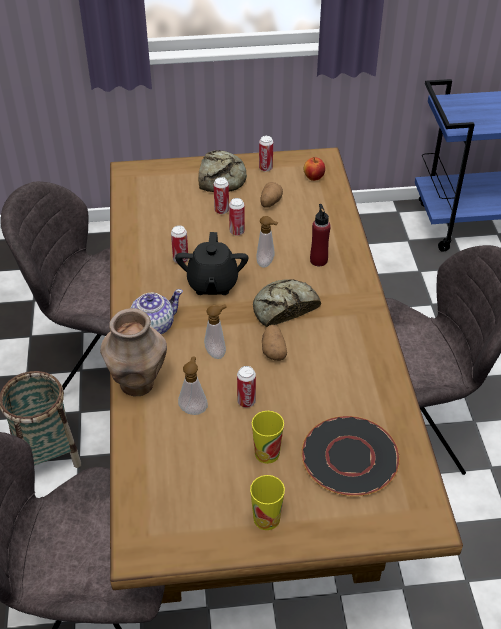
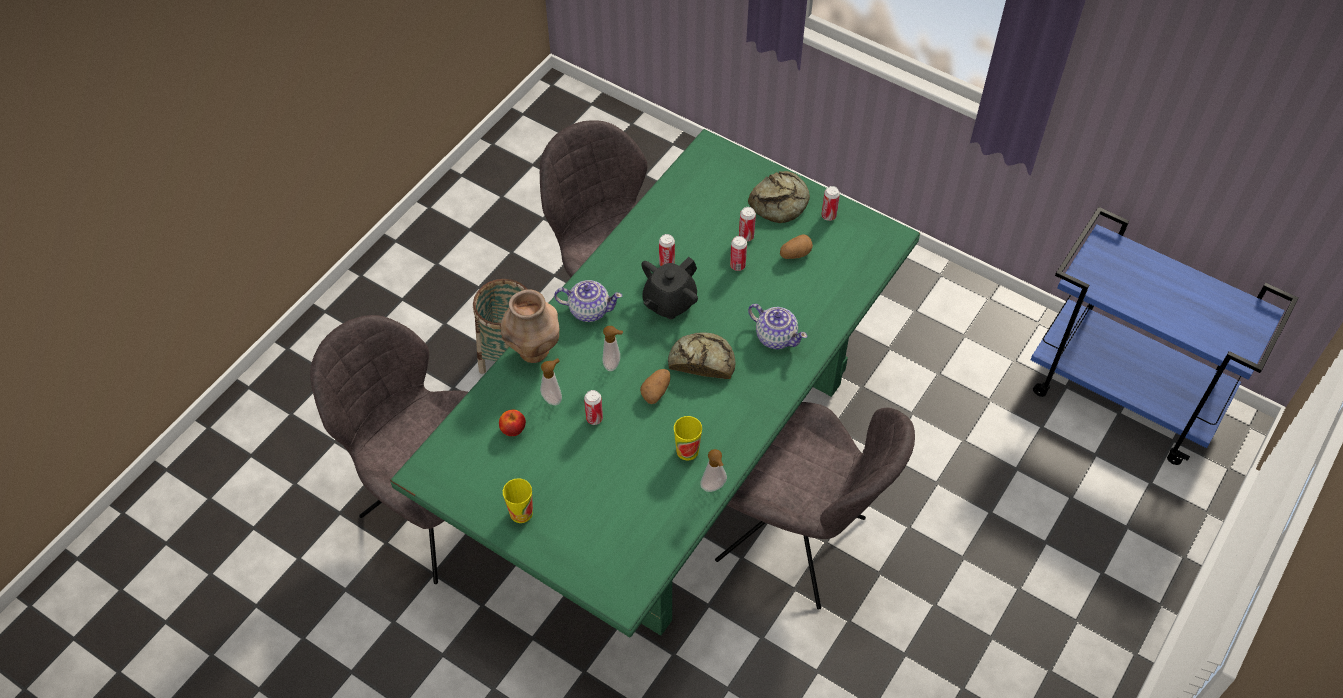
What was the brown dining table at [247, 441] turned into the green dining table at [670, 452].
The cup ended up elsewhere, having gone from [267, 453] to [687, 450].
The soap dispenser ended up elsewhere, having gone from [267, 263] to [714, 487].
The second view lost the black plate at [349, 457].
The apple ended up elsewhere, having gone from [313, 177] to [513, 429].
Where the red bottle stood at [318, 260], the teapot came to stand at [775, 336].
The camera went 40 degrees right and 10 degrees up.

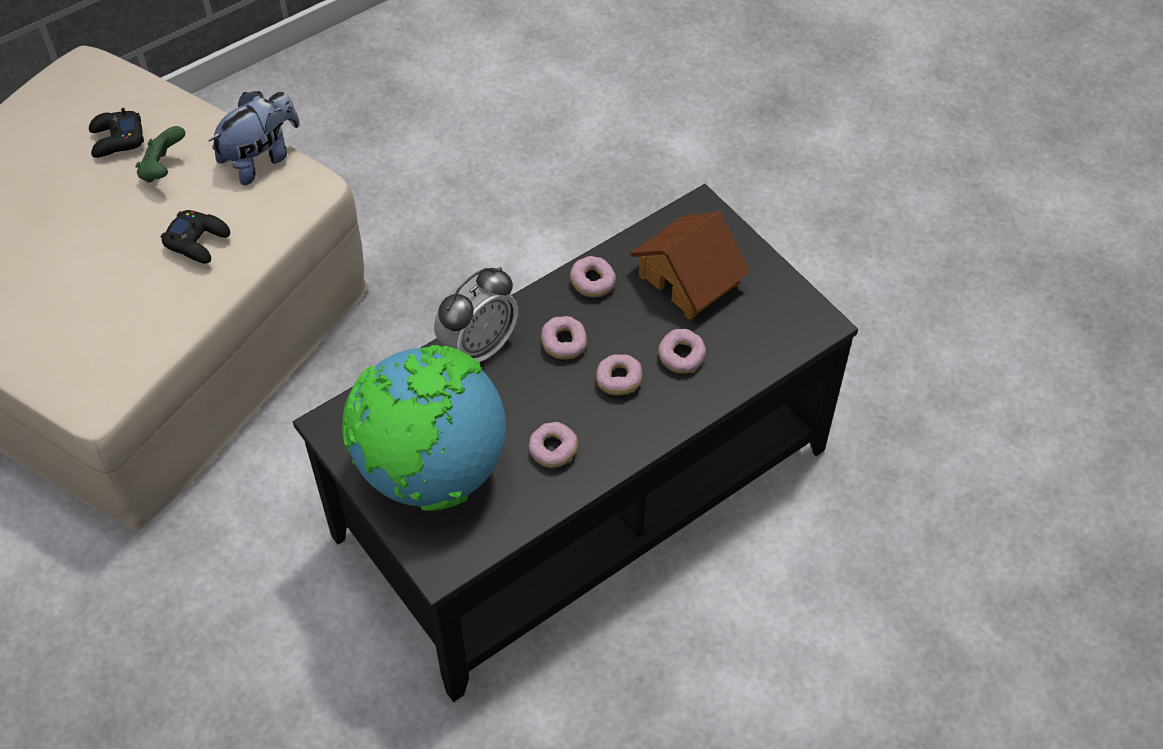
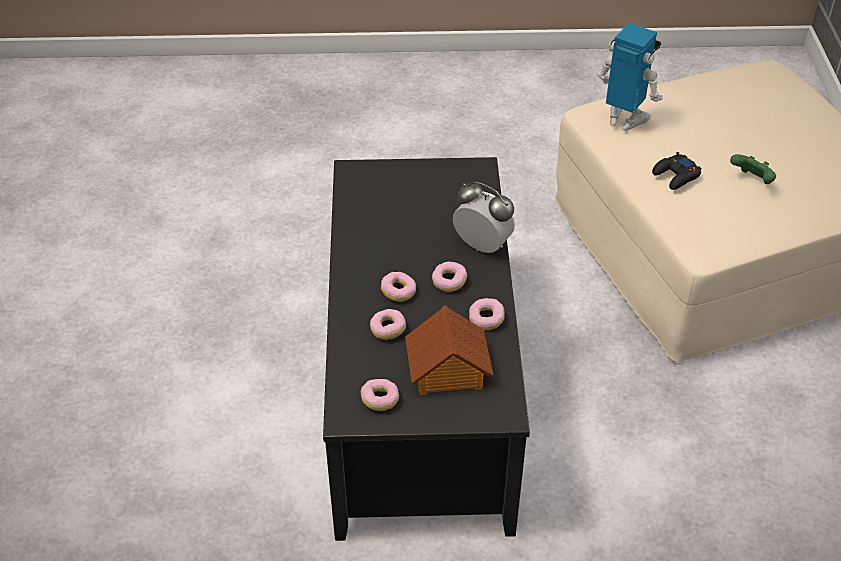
The second view lost the black game controller at [116, 139].
The second view lost the plush toy at [261, 158].
The second view lost the globe at [431, 471].
The alarm clock at [478, 346] ended up facing another way, 135 degrees clockwise from before.
The donut ended up elsewhere, having gone from [553, 451] to [380, 400].
The second view gained the toy robot at [624, 120].
The camera went 125 degrees right and 10 degrees down.

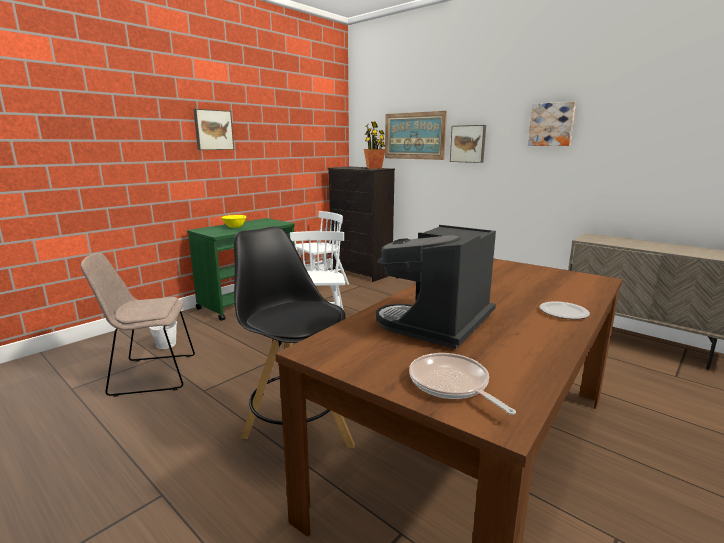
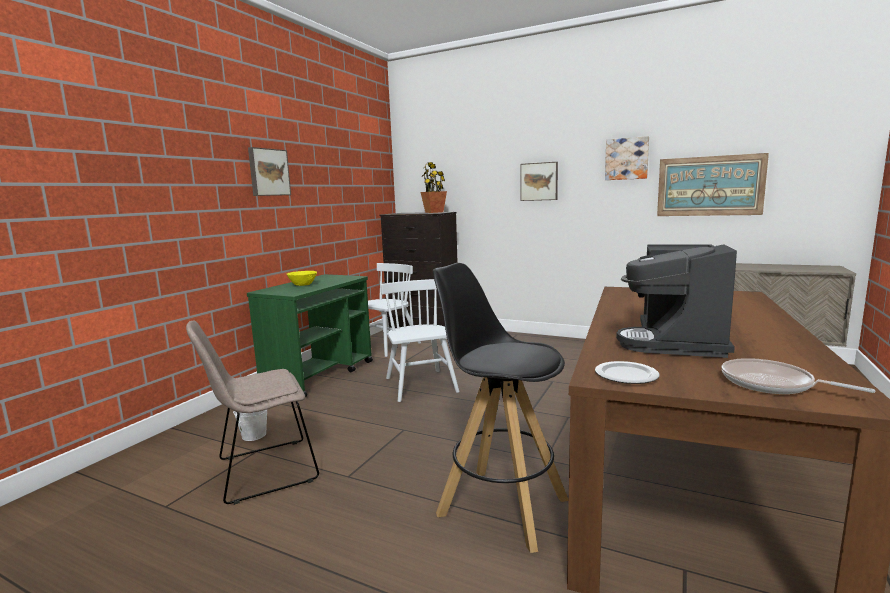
The picture ended up elsewhere, having gone from [414, 136] to [709, 186].
The plate ended up elsewhere, having gone from [562, 312] to [625, 375].
The camera went 15 degrees left and 5 degrees down.

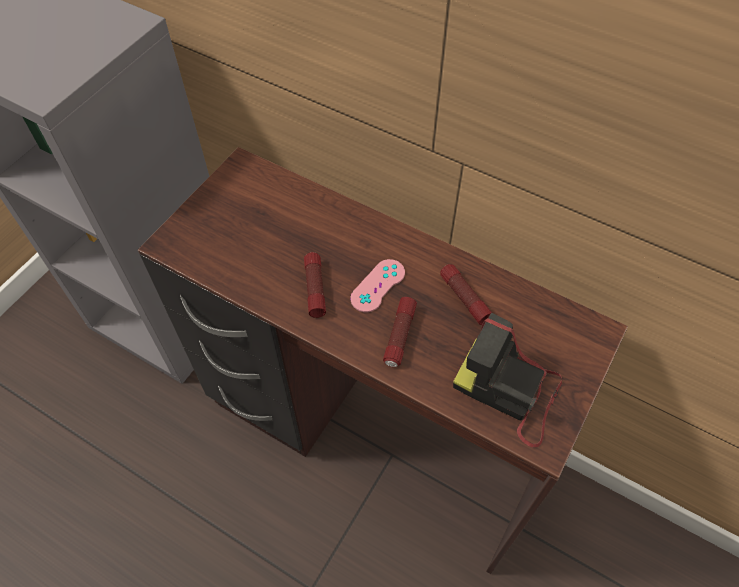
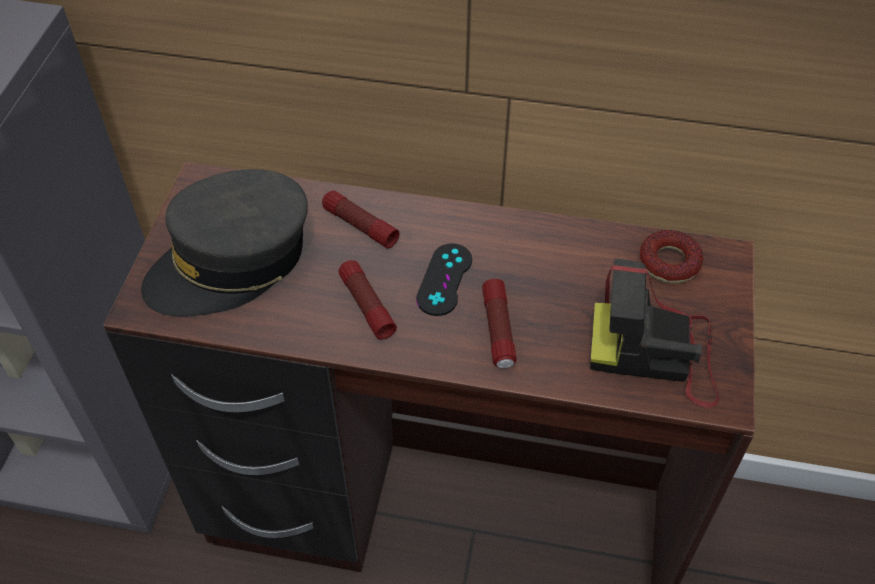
What was the pink game controller at [378, 286] turned into the black game controller at [444, 279].
The flashlight ended up elsewhere, having gone from [464, 298] to [360, 226].
The second view gained the grey cap at [231, 262].
The second view gained the donut at [669, 262].
The camera went 20 degrees left and 5 degrees down.

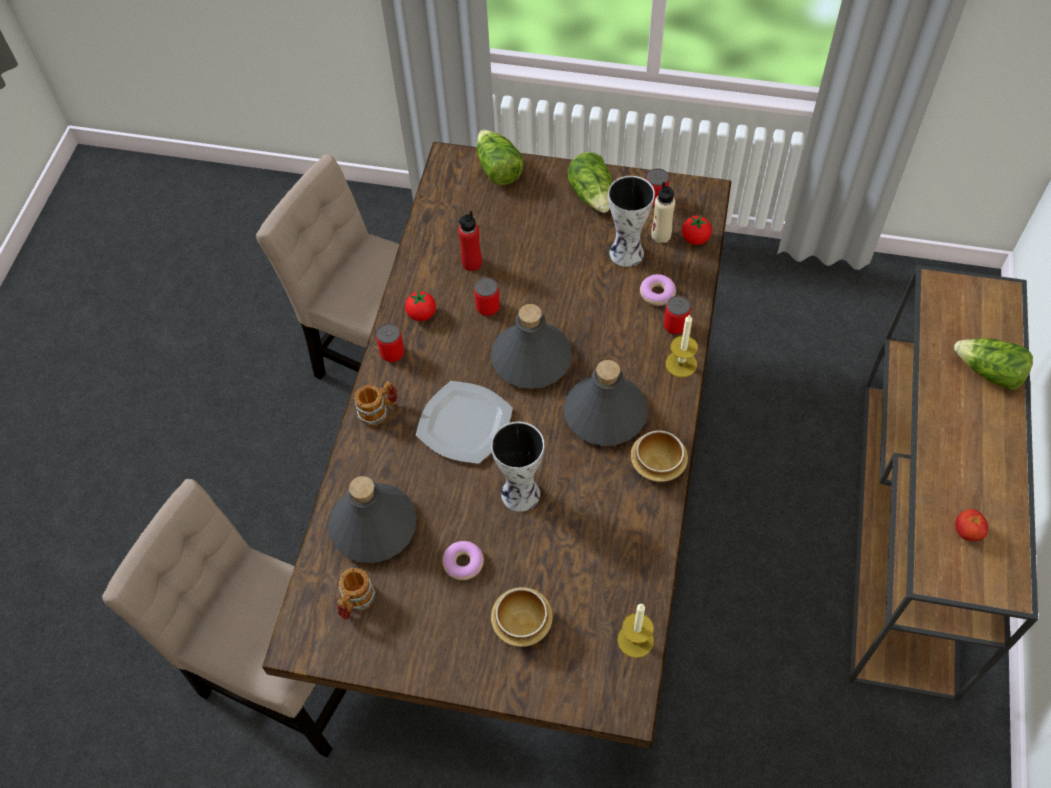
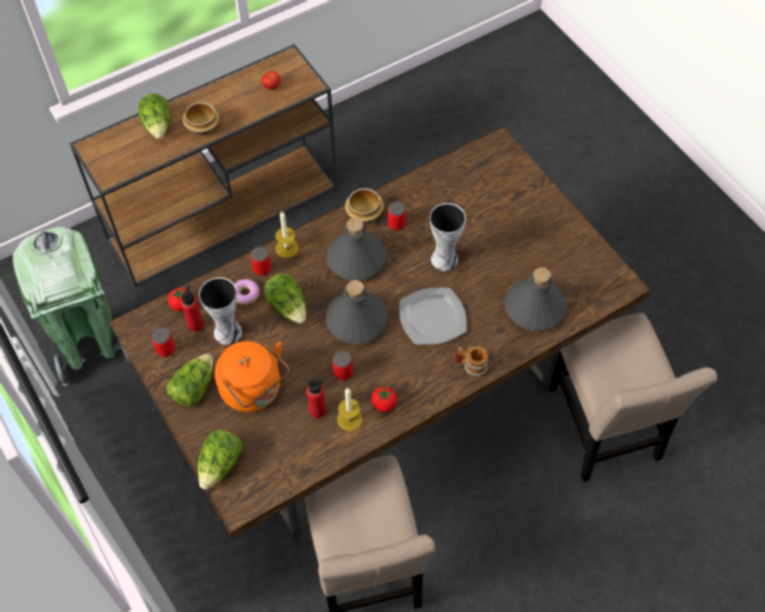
The second view lost the mug at [355, 602].
The can ended up elsewhere, having gone from [392, 353] to [396, 224].
The second view lost the donut at [463, 563].
The bowl ended up elsewhere, having gone from [523, 624] to [202, 127].
The candle ended up elsewhere, having gone from [635, 640] to [349, 419].
What was the beige bottle at [661, 235] turned into the red bottle at [195, 324].
The second view gained the green trash can at [90, 345].
The second view gained the orange kettle at [254, 391].
The second view gained the lettuce at [288, 306].
The camera went 135 degrees left and 0 degrees up.

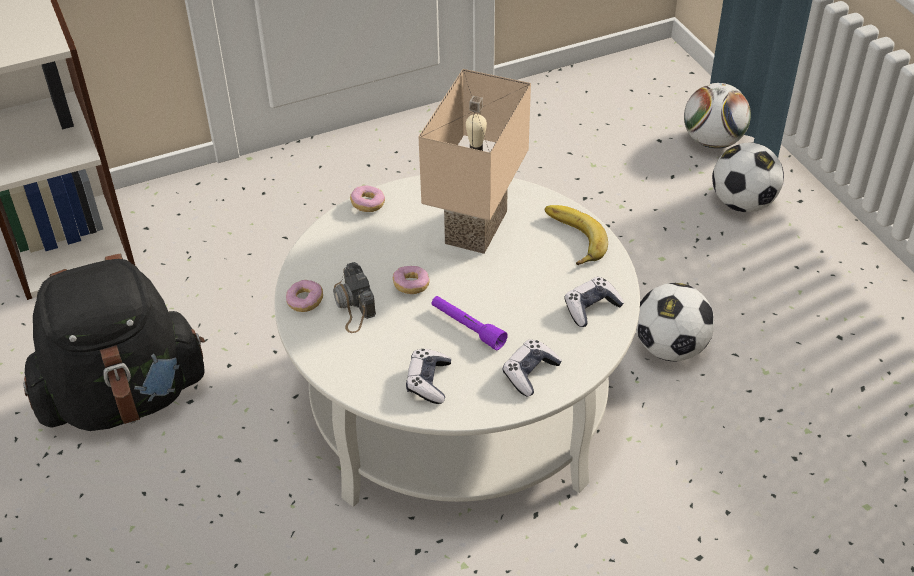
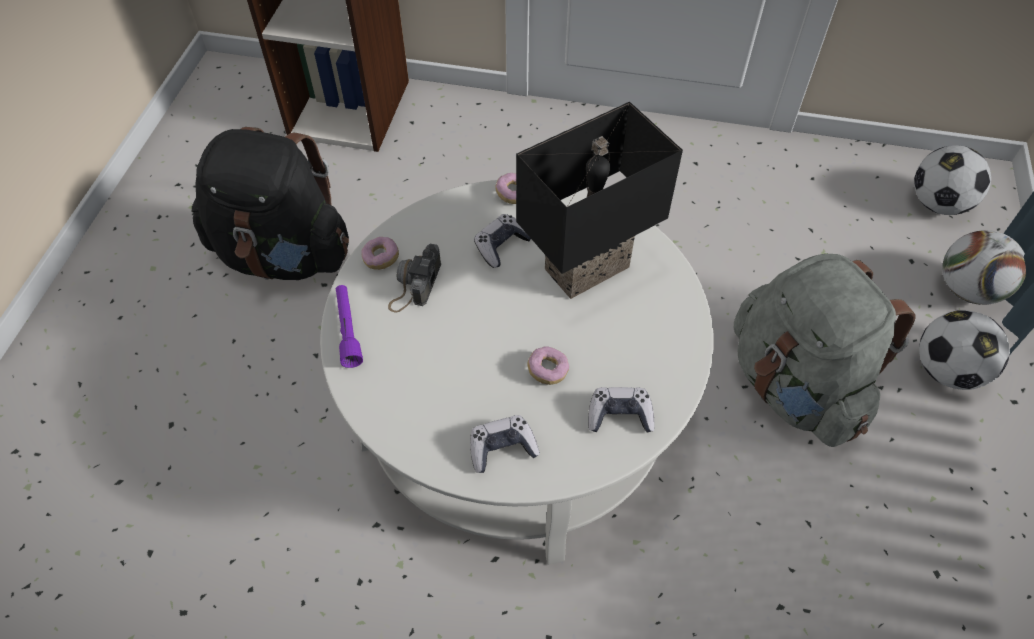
The donut ended up elsewhere, having gone from [411, 285] to [548, 370].
The game controller ended up elsewhere, having gone from [428, 382] to [501, 246].
What was the beige table lamp at [479, 229] turned into the black table lamp at [588, 271].
The purple flashlight ended up elsewhere, having gone from [467, 327] to [348, 330].
The second view lost the banana at [570, 239].
The football ended up elsewhere, having gone from [670, 348] to [938, 204].
The second view gained the grey backpack at [794, 386].
The camera went 35 degrees right and 10 degrees up.

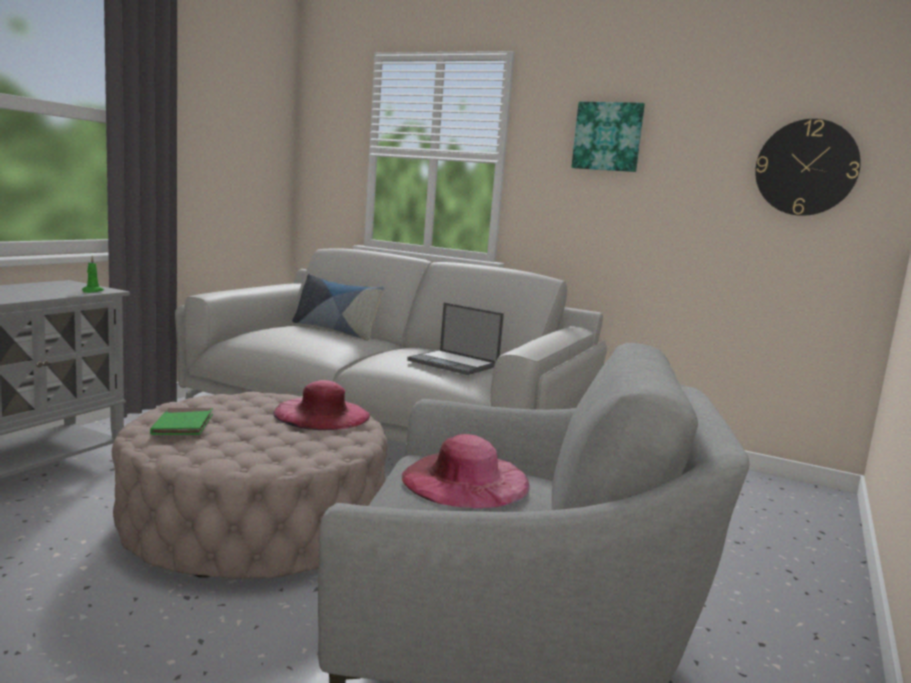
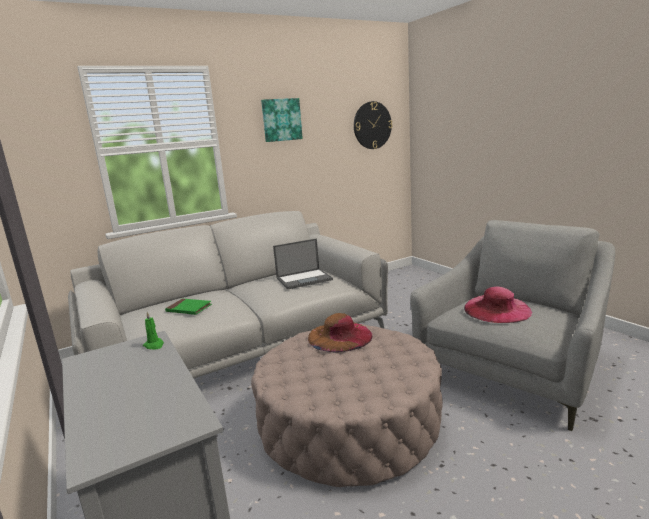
The green book ended up elsewhere, having gone from [183, 425] to [189, 309].
What was the pink hat at [322, 414] turned into the brown hat at [339, 336].
The second view lost the pillow at [335, 330].
The camera went 55 degrees left and 5 degrees up.

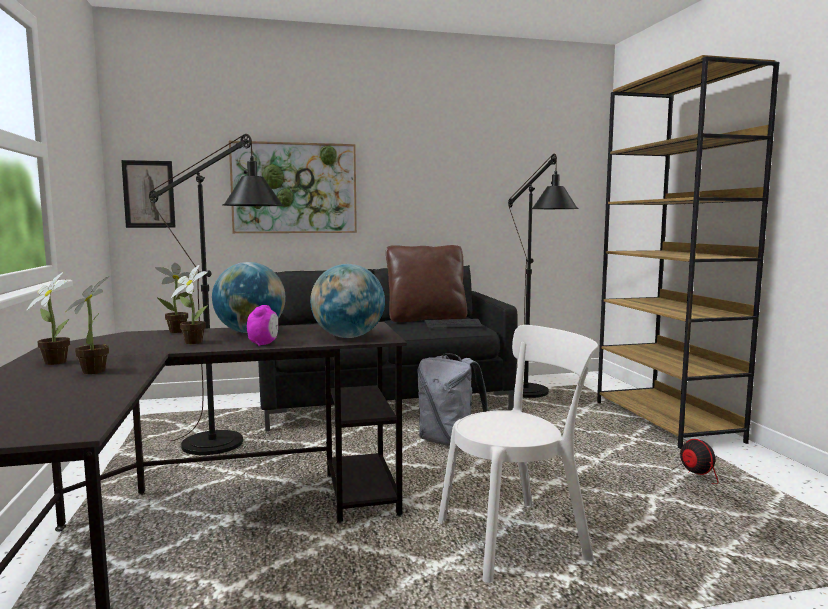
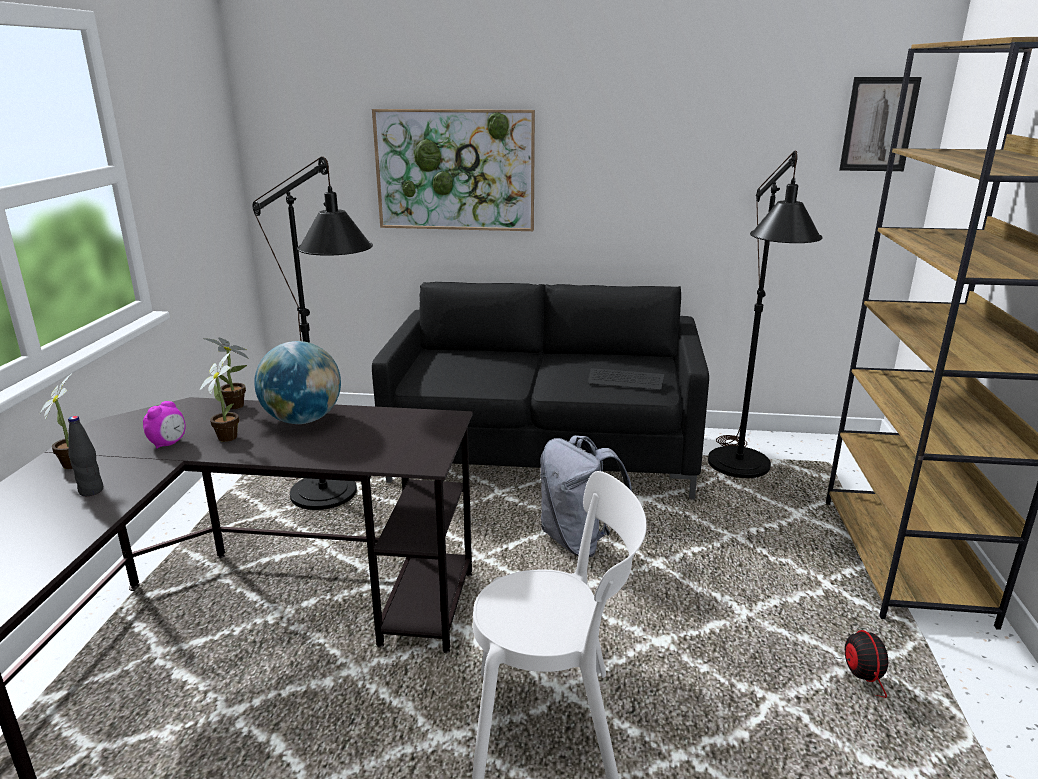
Where the potted plant stood at [96, 370], the black bottle came to stand at [91, 491].
The picture ended up elsewhere, having gone from [149, 194] to [878, 124].
The alarm clock ended up elsewhere, having gone from [264, 344] to [168, 443].
The second view lost the globe at [348, 337].
The second view lost the brown pillow at [426, 319].
The camera went 20 degrees right and 15 degrees up.

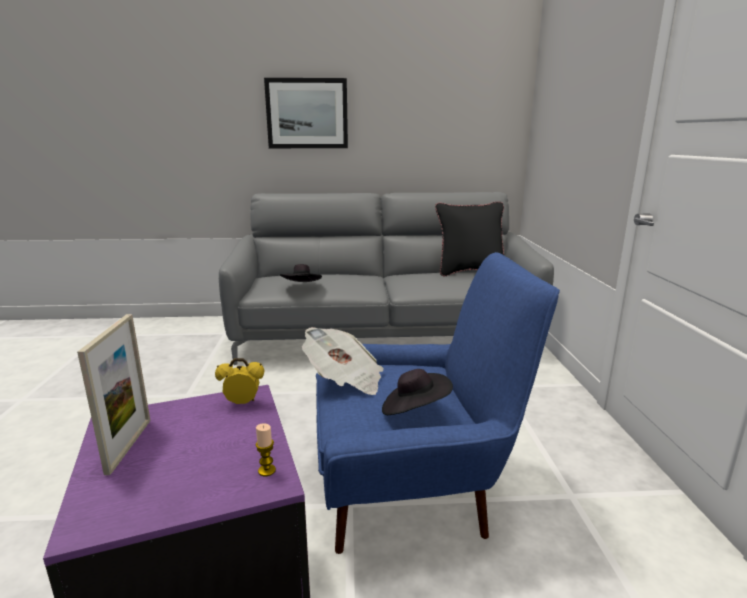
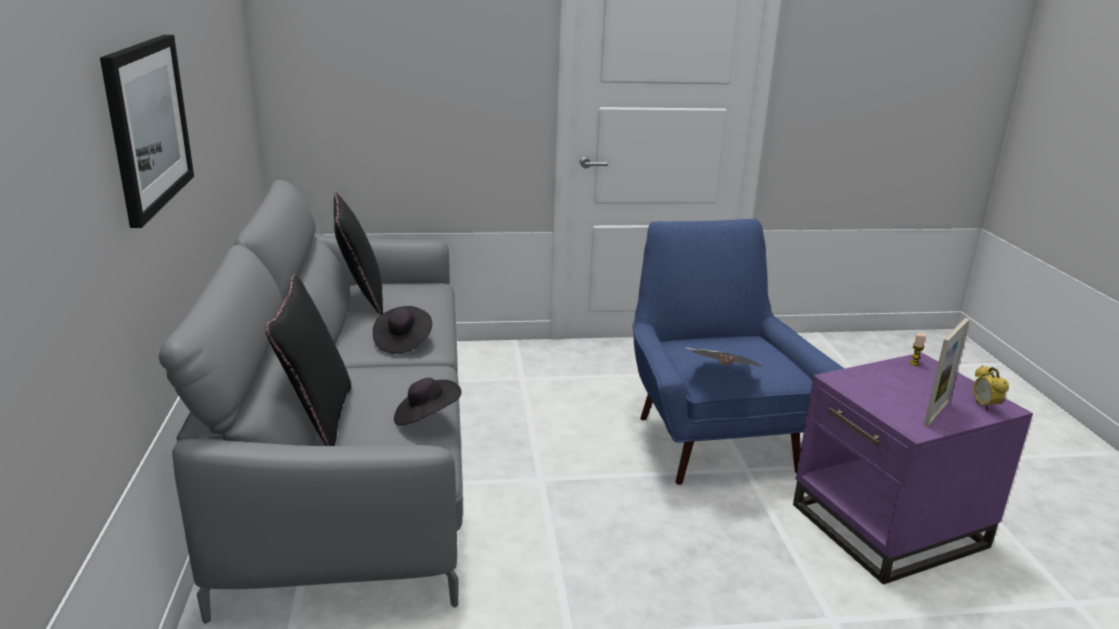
The picture frame at [129, 445] ended up facing another way, 135 degrees clockwise from before.
The alarm clock ended up elsewhere, having gone from [243, 403] to [984, 406].
The black hat ended up elsewhere, having gone from [414, 410] to [402, 342].
The second view gained the black pillow at [318, 418].
The camera went 95 degrees left and 5 degrees up.

